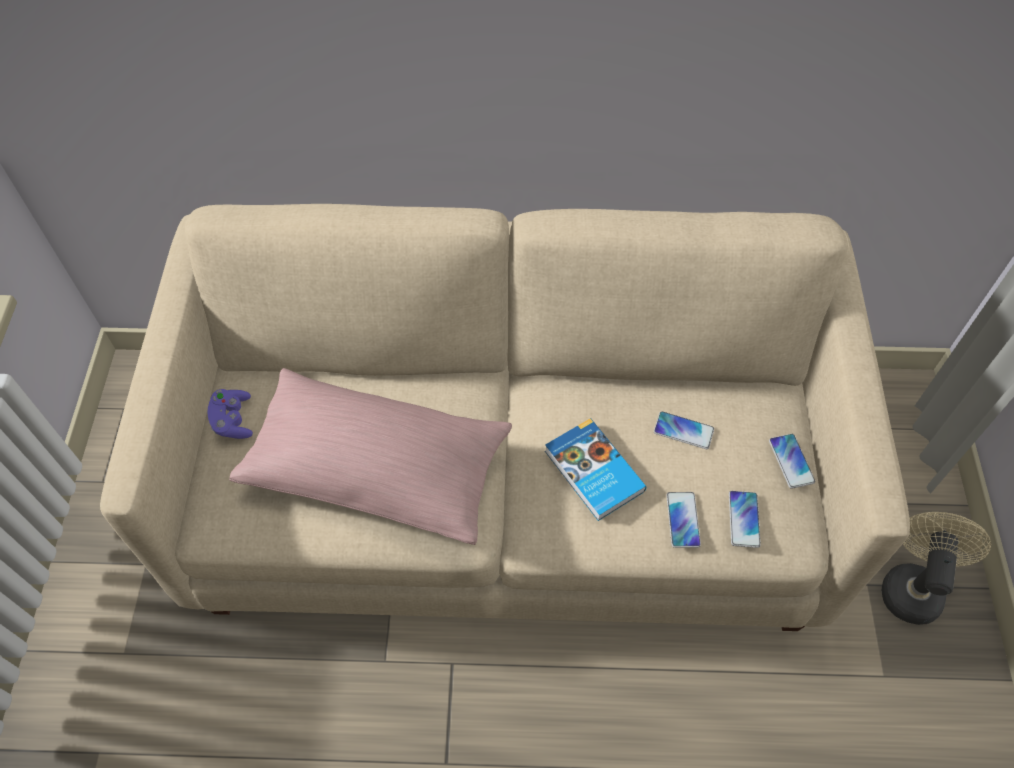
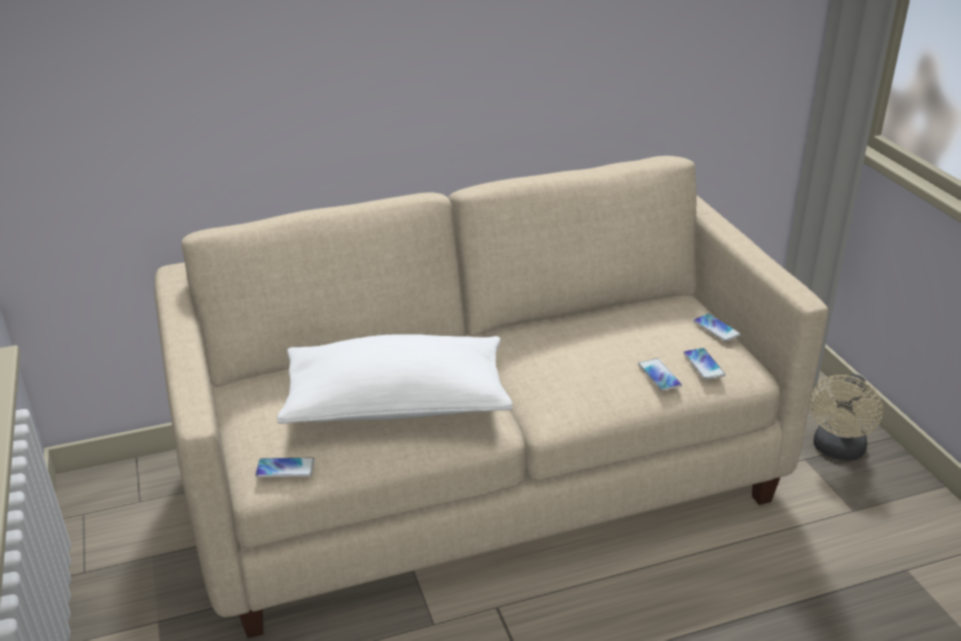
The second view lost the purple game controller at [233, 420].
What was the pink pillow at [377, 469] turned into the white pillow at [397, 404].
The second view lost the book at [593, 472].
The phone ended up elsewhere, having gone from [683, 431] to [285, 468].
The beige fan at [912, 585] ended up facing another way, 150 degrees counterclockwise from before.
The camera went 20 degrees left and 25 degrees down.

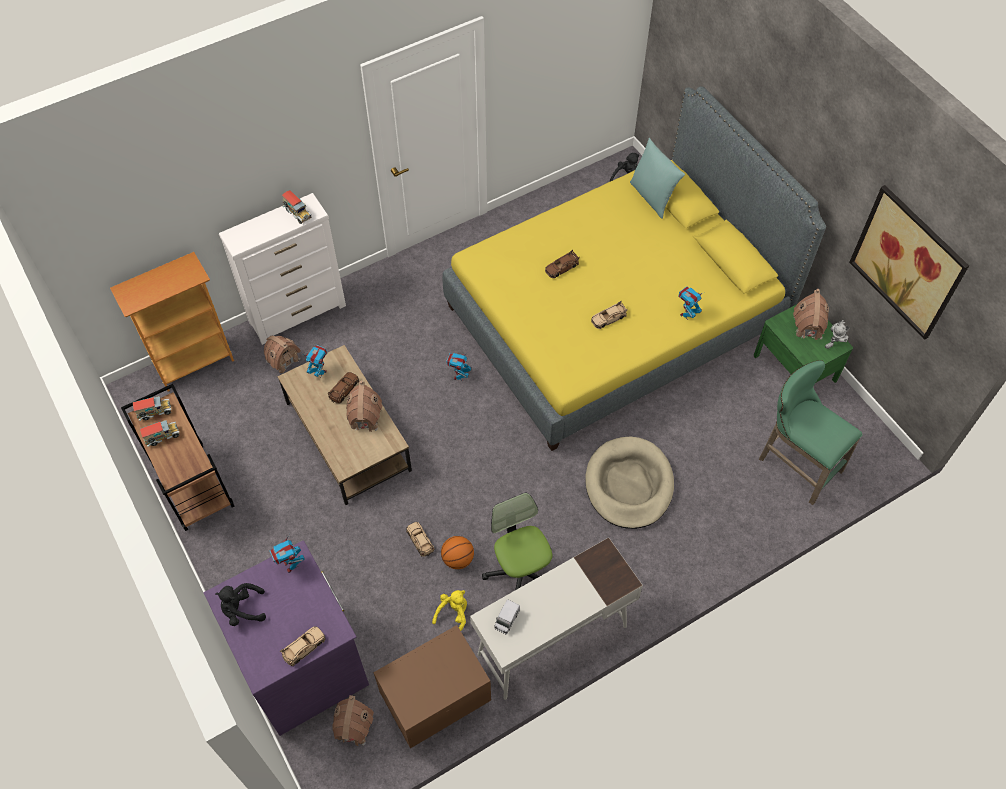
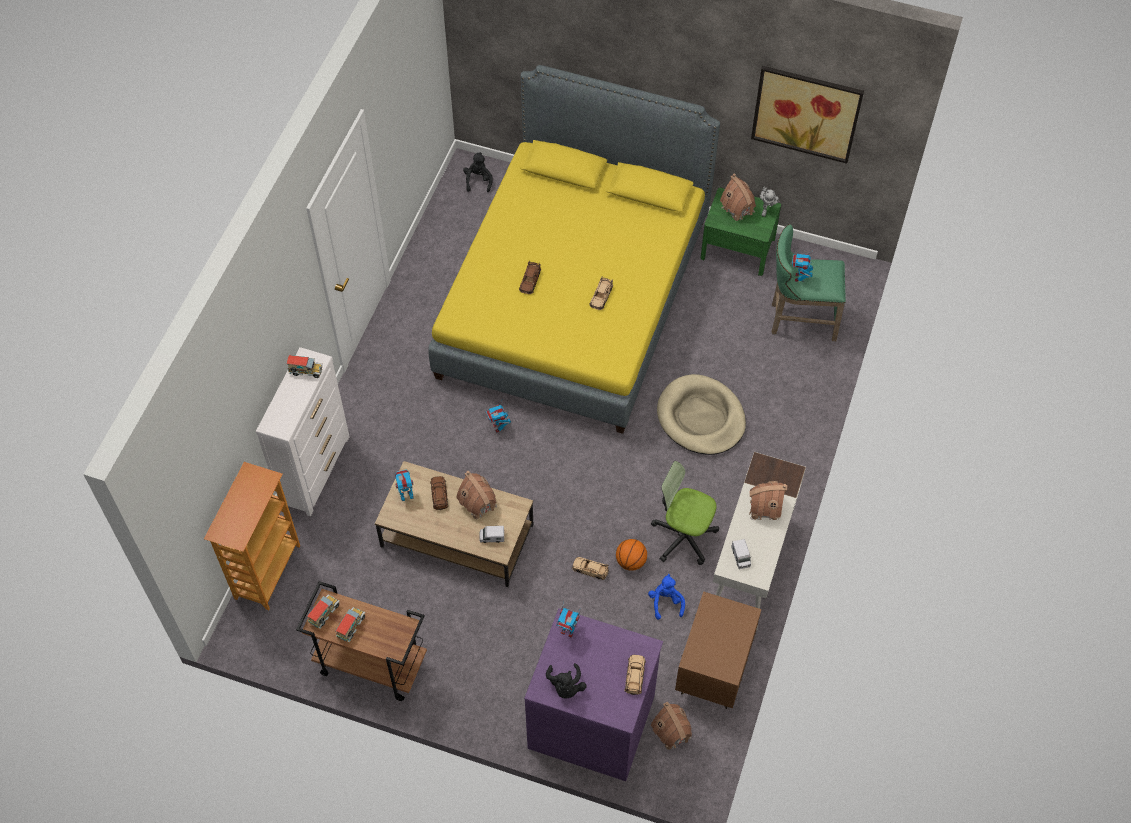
The black plush toy at [242, 609] ended up facing another way, 45 degrees counterclockwise from before.
The toy house ended up elsewhere, having gone from [283, 360] to [764, 508].
What was the yellow plush toy at [453, 614] turned into the blue plush toy at [666, 602].
The second view lost the turquoise pillow at [652, 197].
The toy robot ended up elsewhere, having gone from [686, 315] to [799, 278].
The second view gained the toy truck at [492, 537].
The camera went 40 degrees left and 0 degrees up.

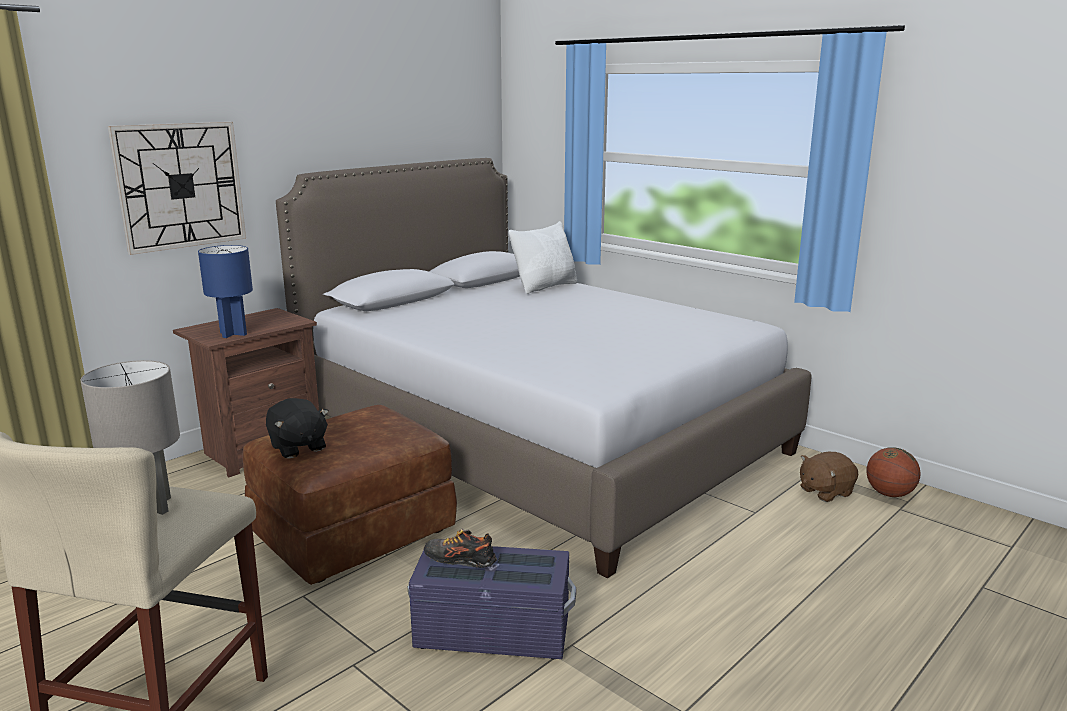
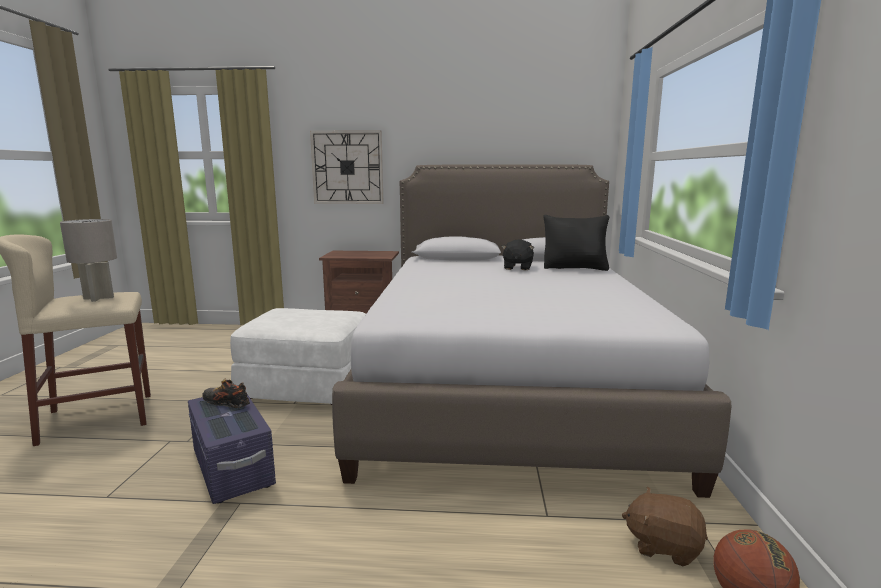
The second view lost the blue table lamp at [233, 333].
What was the brown ottoman at [354, 531] turned into the white ottoman at [308, 386].
The black plush toy ended up elsewhere, having gone from [297, 447] to [517, 267].
The shoe at [460, 560] ended up facing another way, 45 degrees counterclockwise from before.
What was the white pillow at [545, 287] turned into the black pillow at [575, 268].
The camera went 50 degrees right and 5 degrees down.

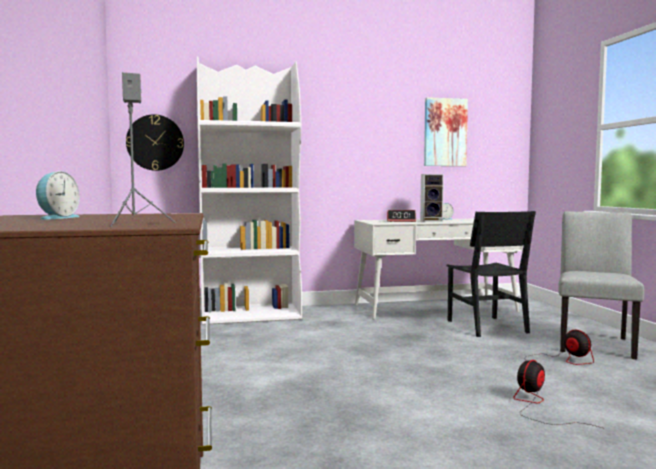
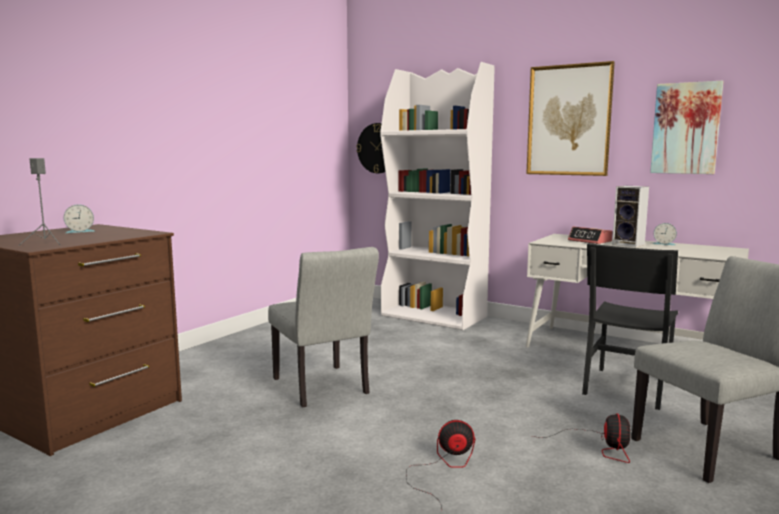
The second view gained the grey chair at [323, 389].
The second view gained the picture at [569, 120].
The camera went 45 degrees right and 5 degrees up.

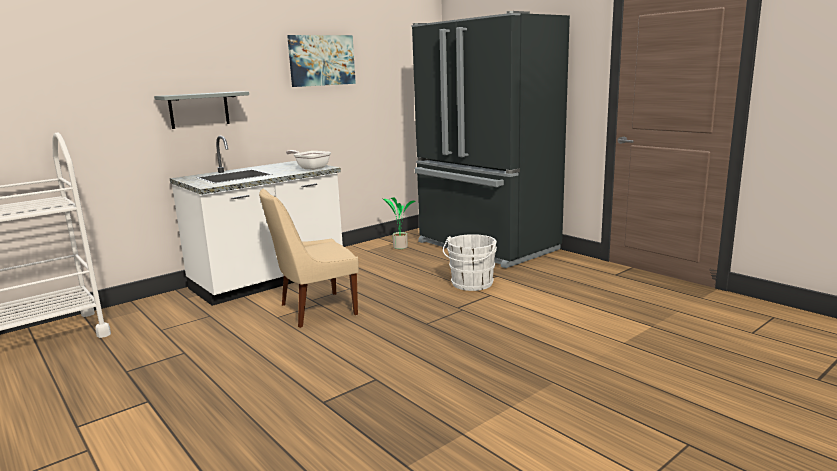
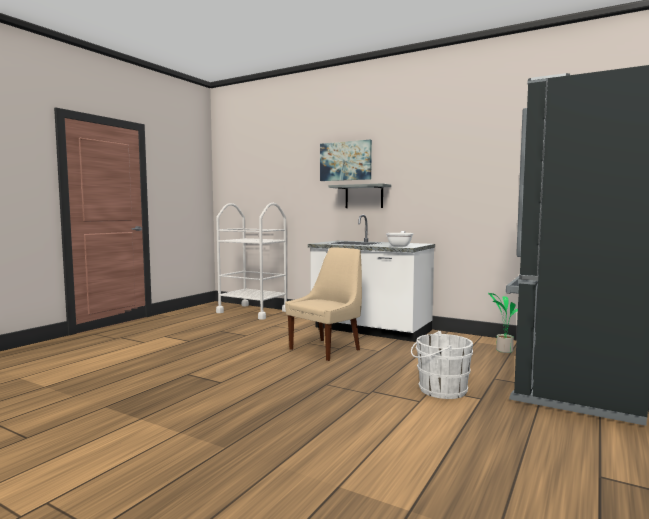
The beige chair at [315, 310] ended up facing another way, 90 degrees clockwise from before.
The picture ended up elsewhere, having gone from [321, 60] to [345, 161].
The camera went 70 degrees right and 10 degrees down.

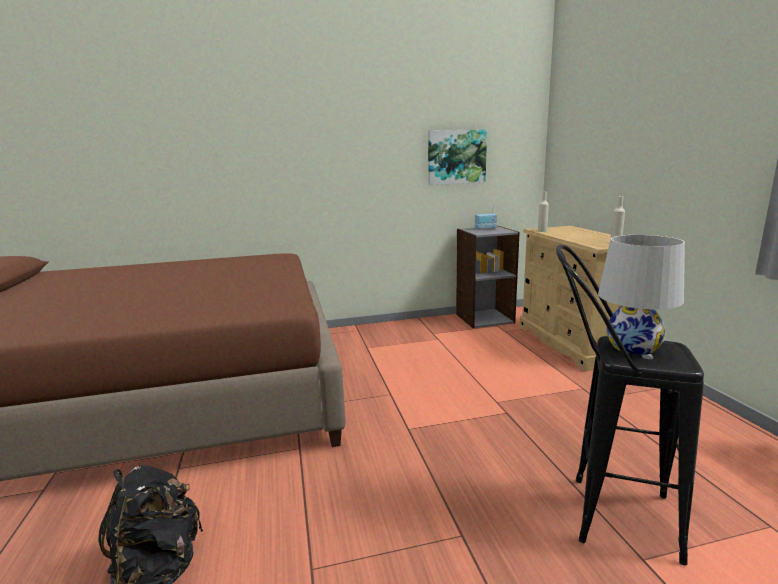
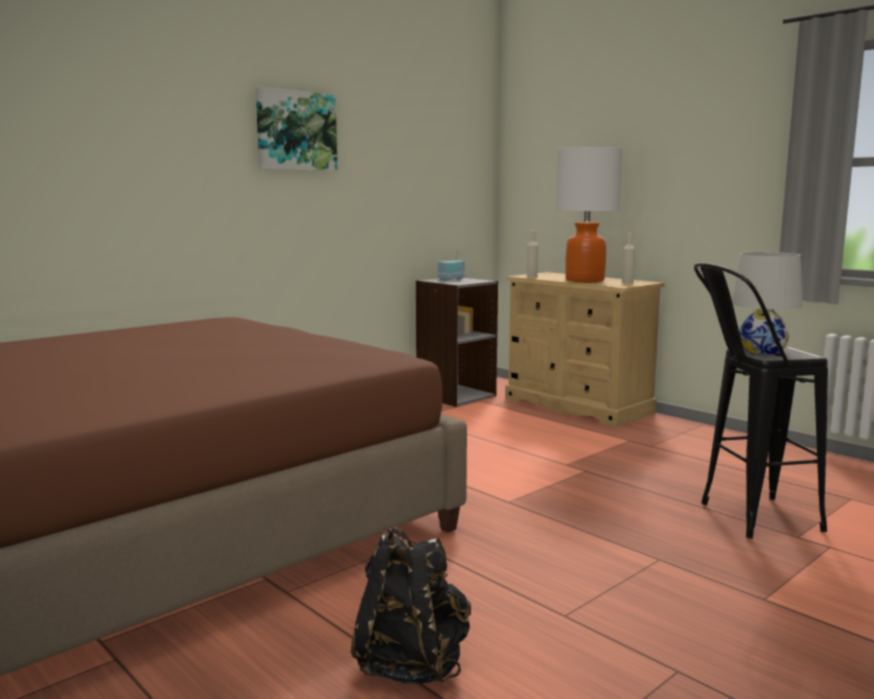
The picture ended up elsewhere, having gone from [456, 157] to [296, 131].
The second view gained the table lamp at [584, 280].
The camera went 30 degrees left and 5 degrees down.

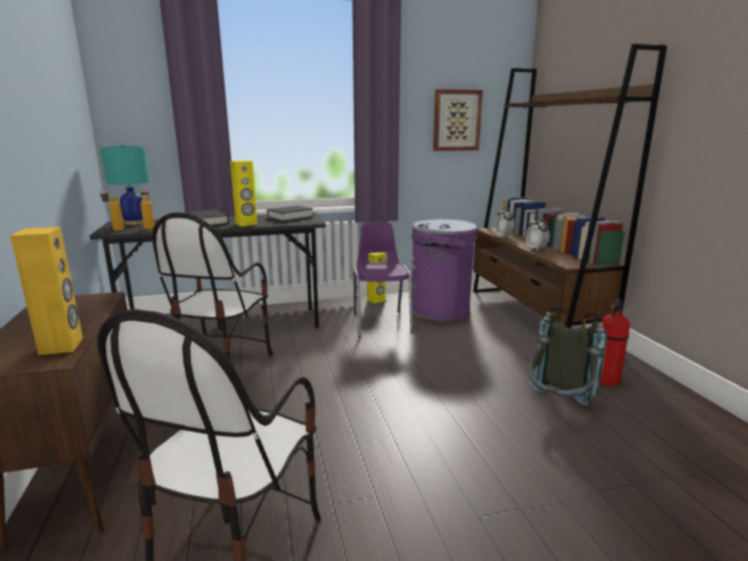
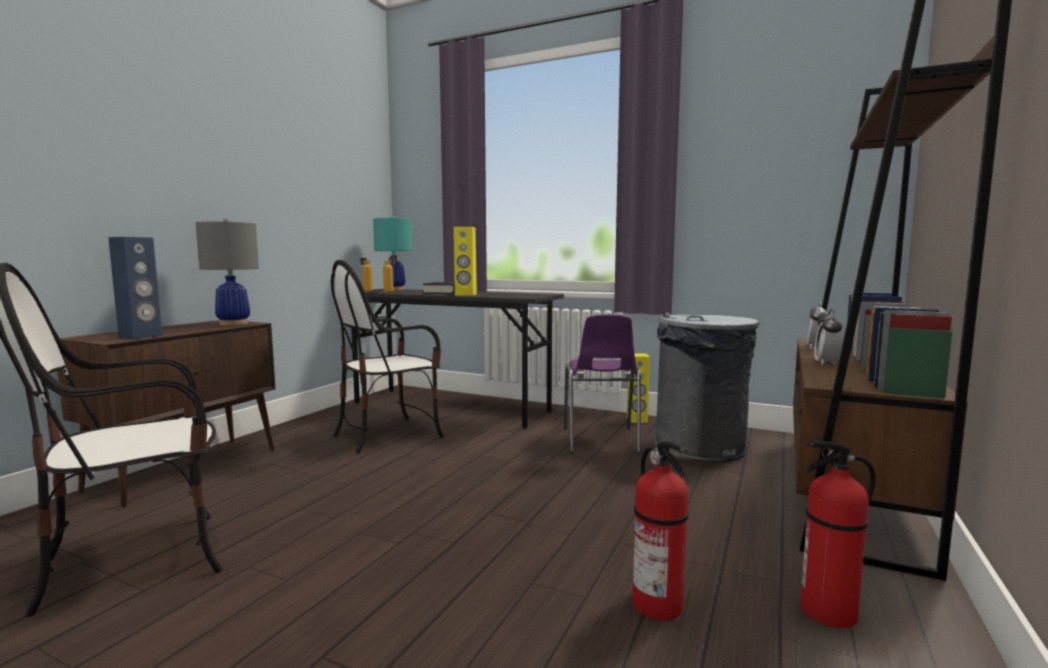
What was the yellow speaker at [62, 346] turned into the blue speaker at [141, 336].
The second view lost the black book at [290, 217].
The purple chair at [381, 323] ended up facing another way, 150 degrees clockwise from before.
What was the purple trash can at [440, 311] turned into the grey trash can at [700, 448].
The second view lost the picture at [456, 120].
Where the grey backpack stood at [557, 407], the fire extinguisher came to stand at [659, 605].
The second view gained the grey table lamp at [234, 324].
The camera went 40 degrees right and 10 degrees down.

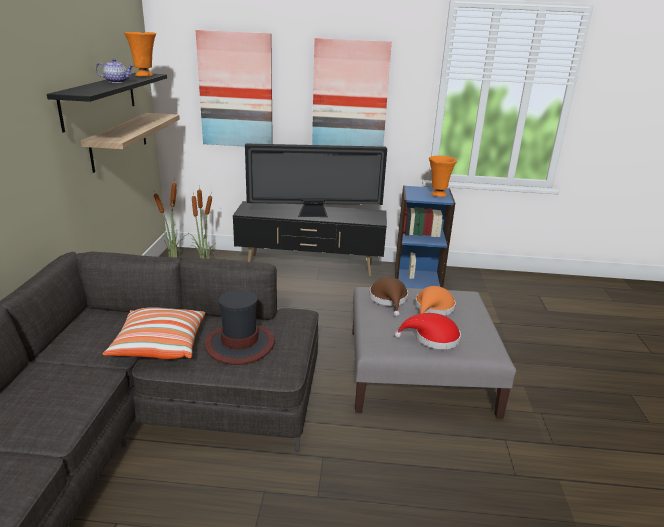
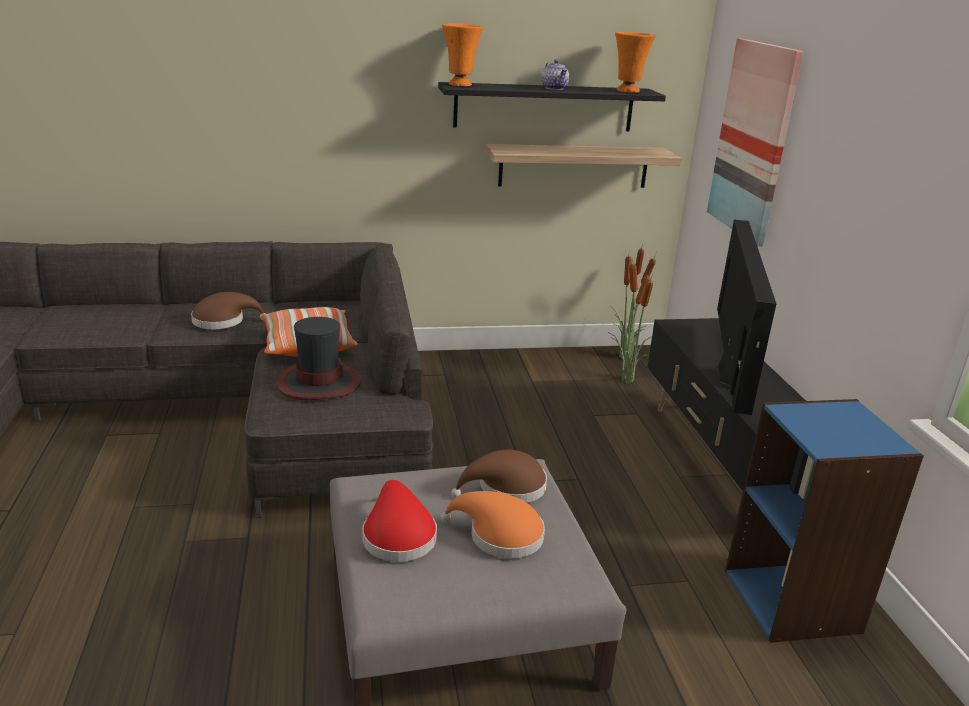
The television at [314, 215] ended up facing another way, 150 degrees counterclockwise from before.
The second view lost the picture at [350, 99].
The orange vase ended up elsewhere, having gone from [438, 194] to [460, 84].
The second view gained the brown hat at [223, 321].
The camera went 75 degrees right and 0 degrees up.

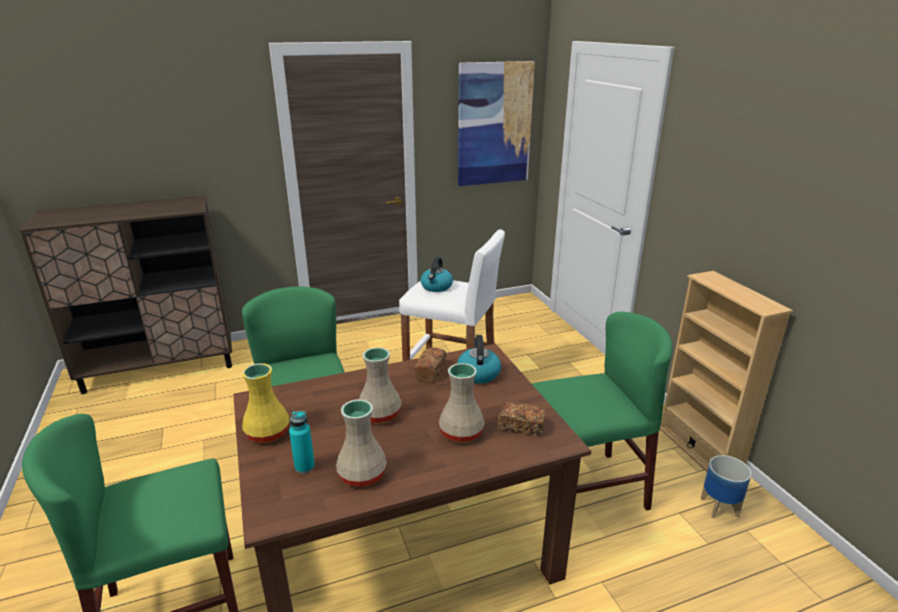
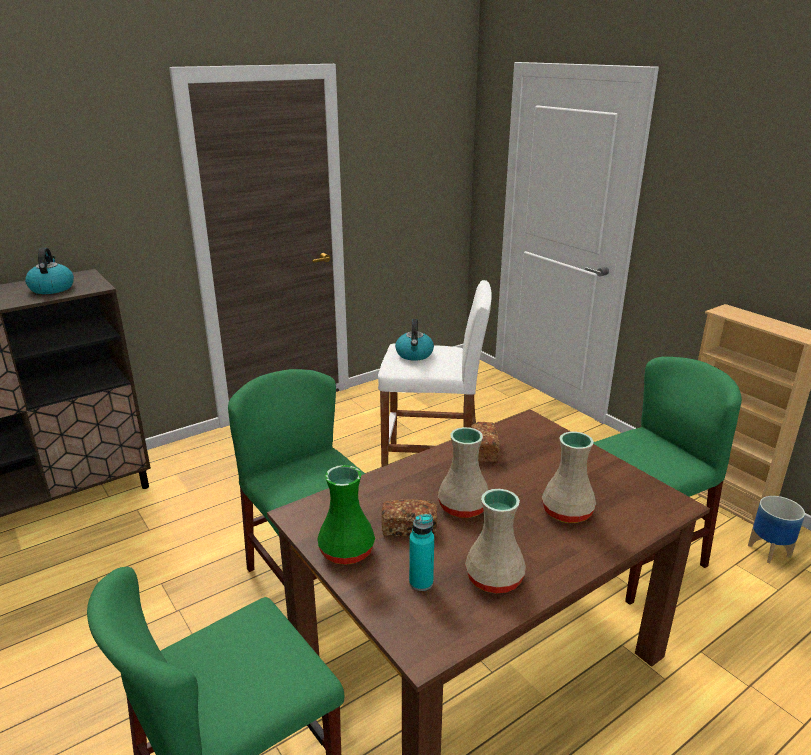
What was the yellow vase at [268, 432] turned into the green vase at [346, 550].
The kettle ended up elsewhere, having gone from [478, 373] to [52, 288].
The second view lost the picture at [494, 124].
The bread ended up elsewhere, having gone from [521, 426] to [409, 527].
The camera went 15 degrees left and 0 degrees up.

